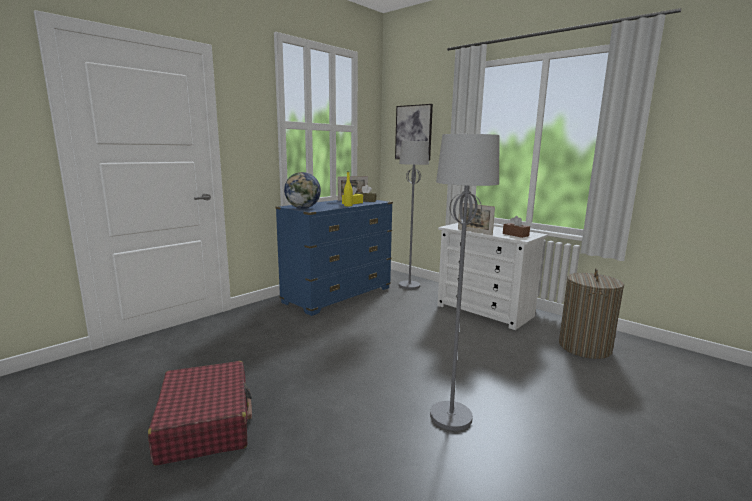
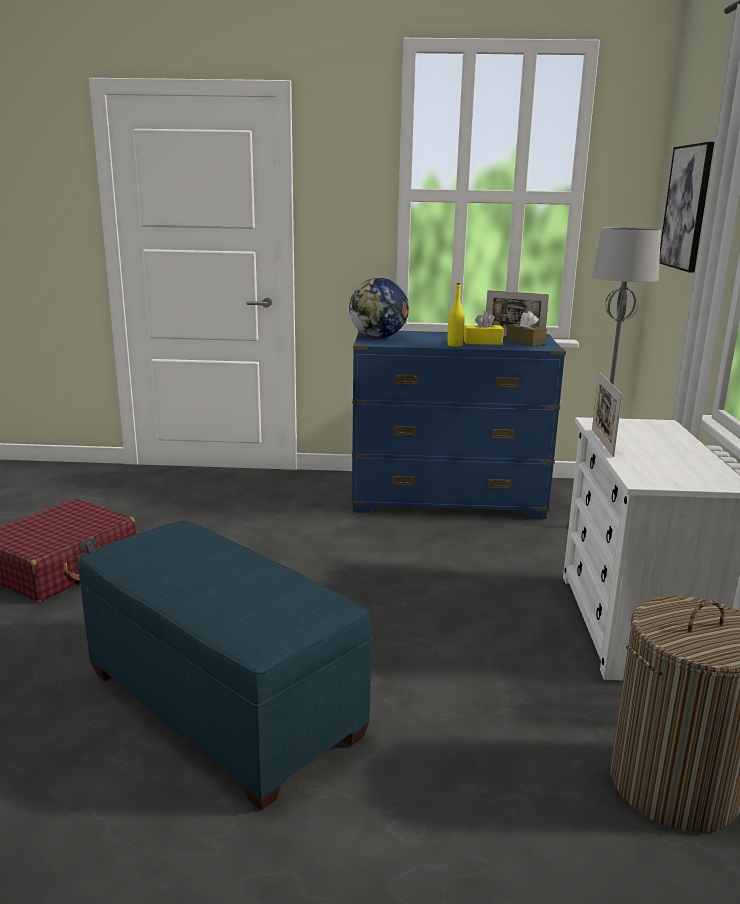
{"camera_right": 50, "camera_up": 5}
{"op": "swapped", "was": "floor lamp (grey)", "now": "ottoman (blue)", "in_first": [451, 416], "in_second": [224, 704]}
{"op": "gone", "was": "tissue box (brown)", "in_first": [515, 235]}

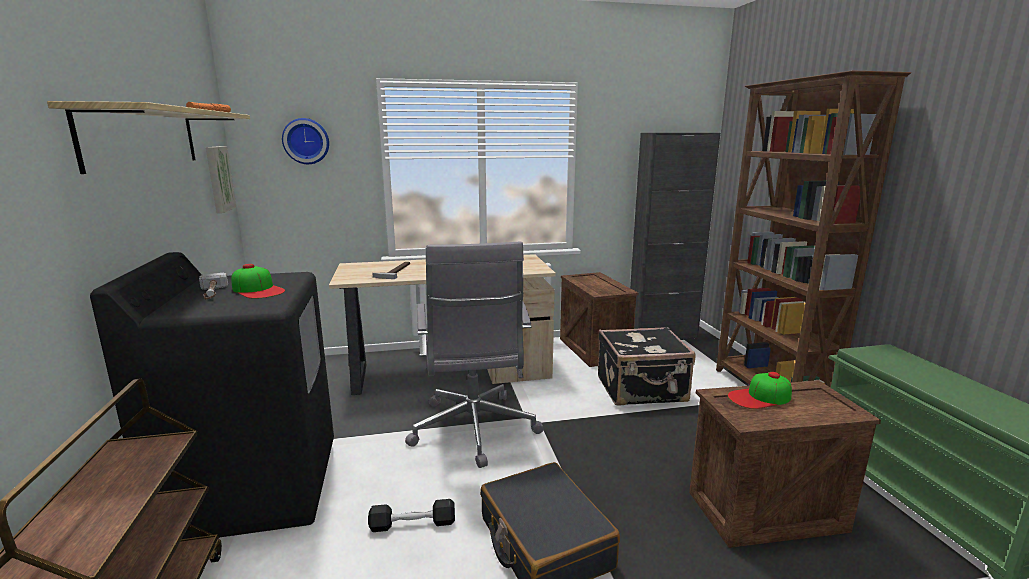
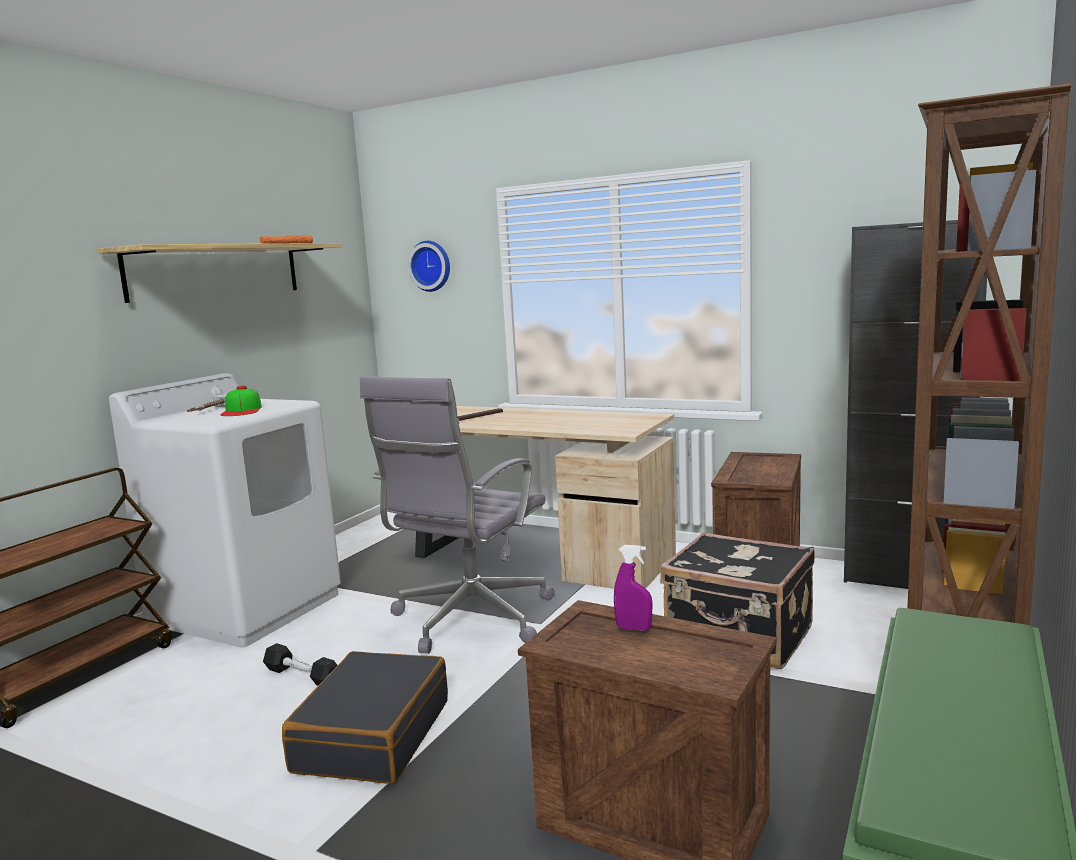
{"camera_right": 40, "camera_up": -5}
{"op": "repainted", "was": "washing machine (black)", "now": "washing machine (white)", "in_first": [255, 487], "in_second": [248, 608]}
{"op": "swapped", "was": "cap", "now": "spray bottle (purple)", "in_first": [760, 397], "in_second": [633, 628]}
{"op": "gone", "was": "picture", "in_first": [218, 179]}

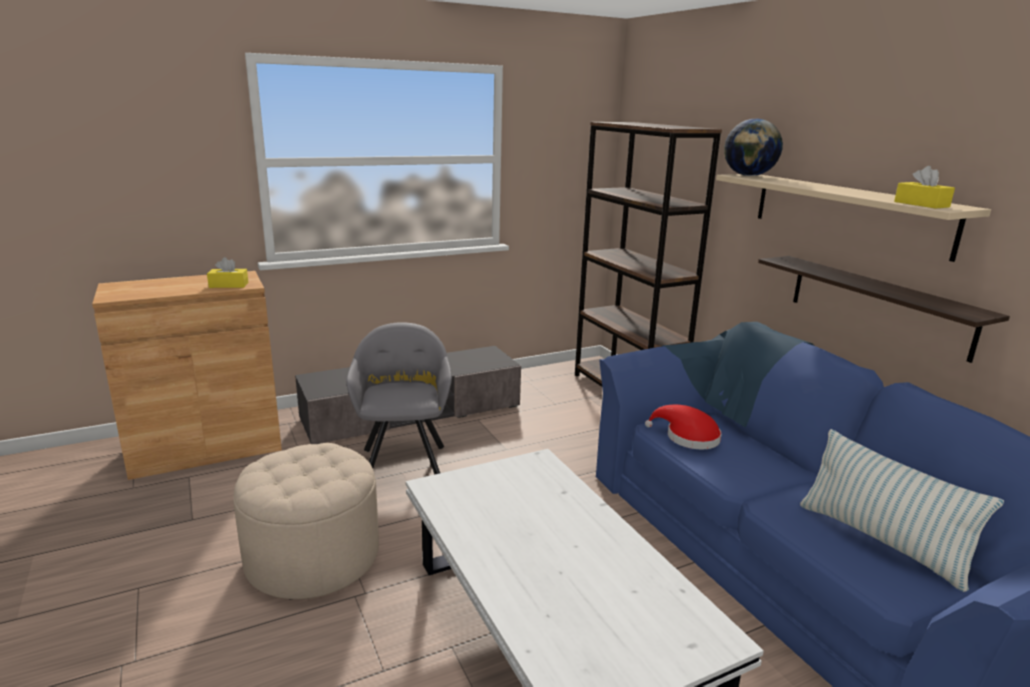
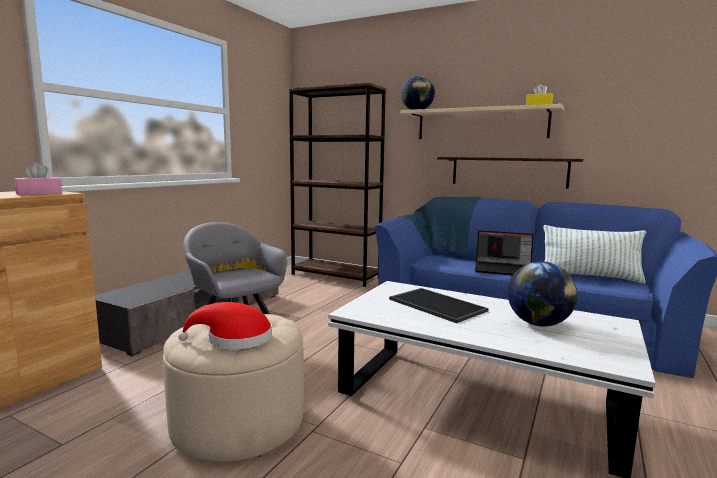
{"camera_right": -35, "camera_up": -10}
{"op": "repainted", "was": "tissue box (yellow)", "now": "tissue box (pink)", "in_first": [228, 285], "in_second": [39, 193]}
{"op": "shifted", "was": "hat (red)", "in_first": [688, 437], "in_second": [234, 339]}
{"op": "new", "now": "tray", "in_second": [435, 305]}
{"op": "new", "now": "laptop", "in_second": [504, 269]}
{"op": "new", "now": "globe", "in_second": [538, 324]}

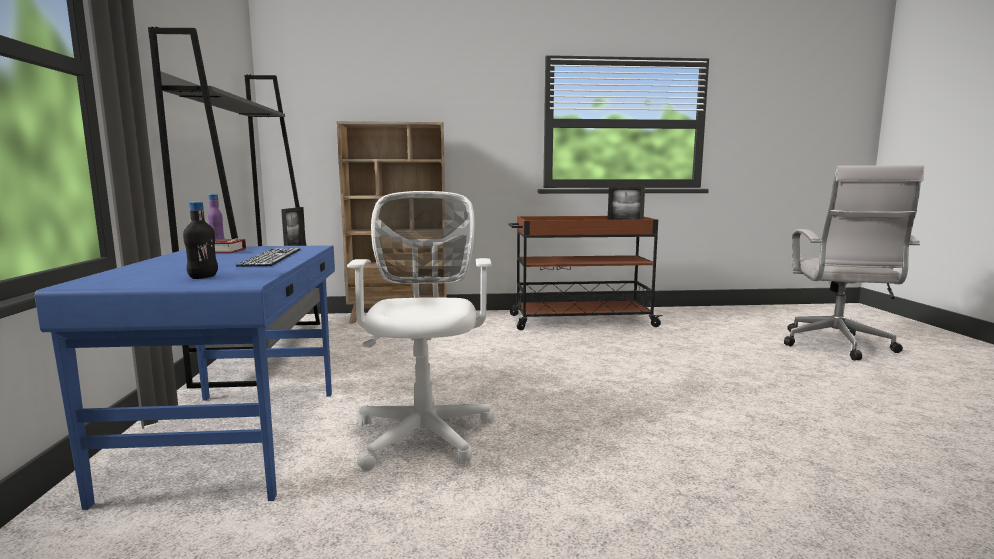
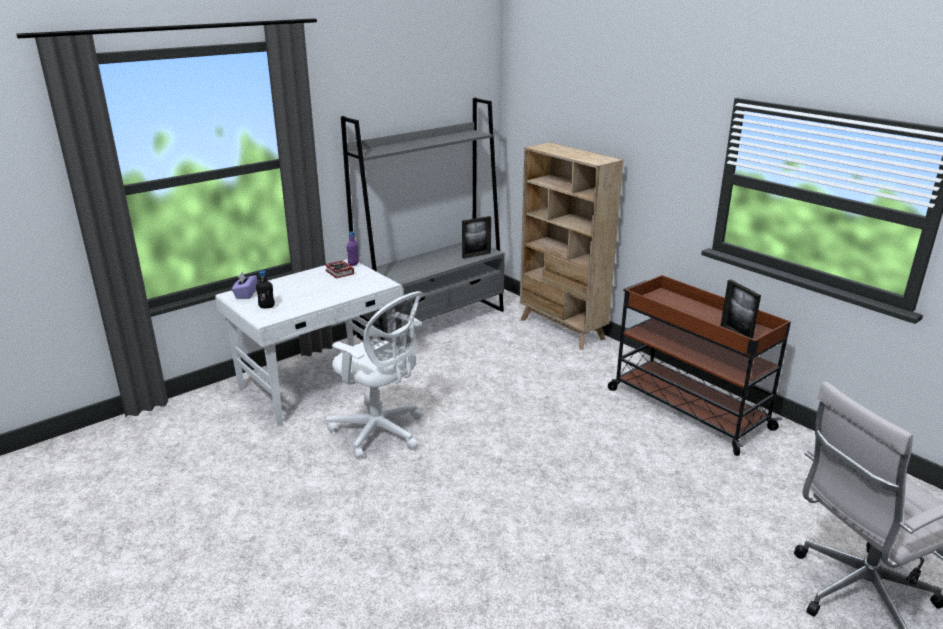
{"camera_right": 55, "camera_up": 15}
{"op": "repainted", "was": "desk (blue)", "now": "desk (white)", "in_first": [236, 438], "in_second": [320, 384]}
{"op": "new", "now": "tissue box (purple)", "in_second": [245, 294]}
{"op": "rotated", "was": "office chair (white)", "in_first": [424, 431], "in_second": [380, 432], "clockwise": 75}
{"op": "gone", "was": "keyboard", "in_first": [271, 257]}

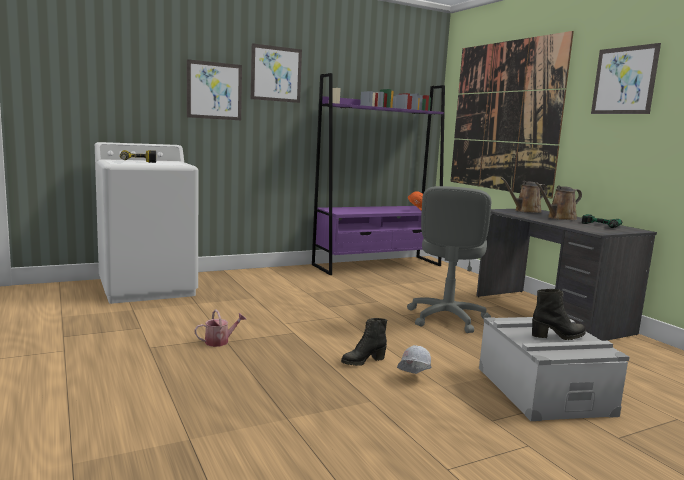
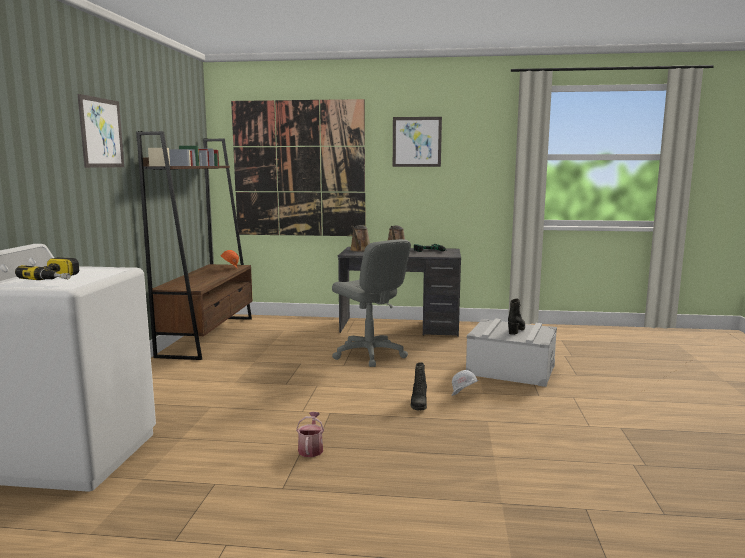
{"camera_right": -55, "camera_up": 0}
{"op": "repainted", "was": "bookcase (purple)", "now": "bookcase (brown)", "in_first": [378, 265], "in_second": [208, 336]}
{"op": "gone", "was": "picture", "in_first": [214, 90]}

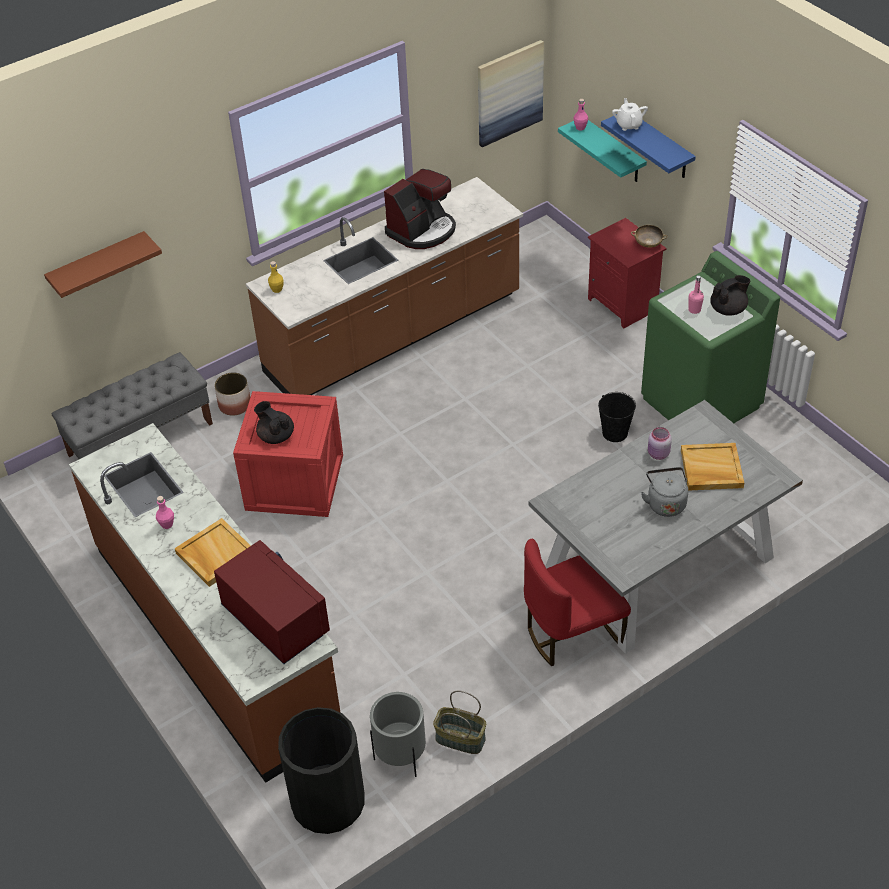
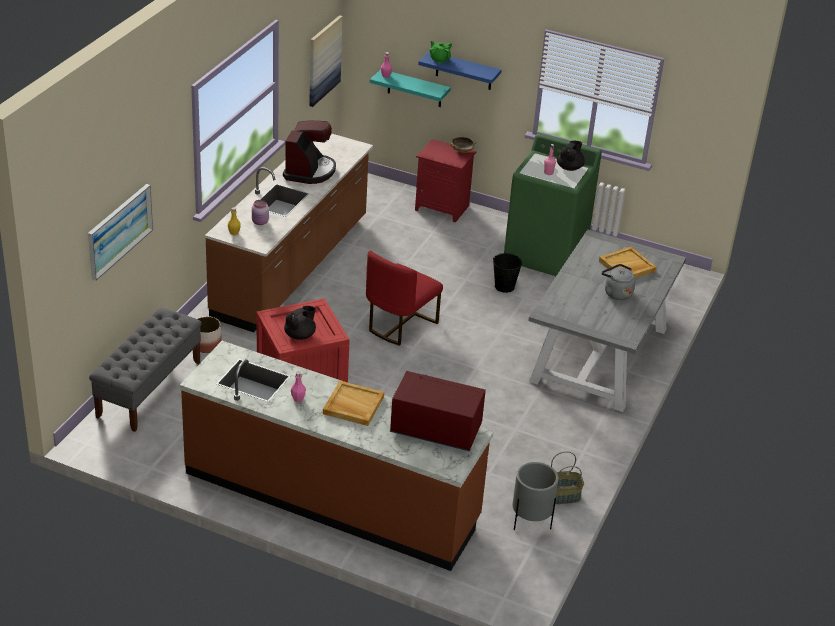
{"camera_right": -35, "camera_up": -10}
{"op": "swapped", "was": "shelf (brown)", "now": "picture", "in_first": [98, 265], "in_second": [119, 230]}
{"op": "shifted", "was": "jar (pink)", "in_first": [658, 454], "in_second": [260, 222]}
{"op": "rotated", "was": "teapot (black)", "in_first": [276, 436], "in_second": [300, 335], "clockwise": 120}
{"op": "shifted", "was": "chair (red)", "in_first": [572, 633], "in_second": [399, 325]}
{"op": "repainted", "was": "teapot (white)", "now": "teapot (green)", "in_first": [629, 125], "in_second": [439, 59]}
{"op": "gone", "was": "trash can (black)", "in_first": [328, 802]}

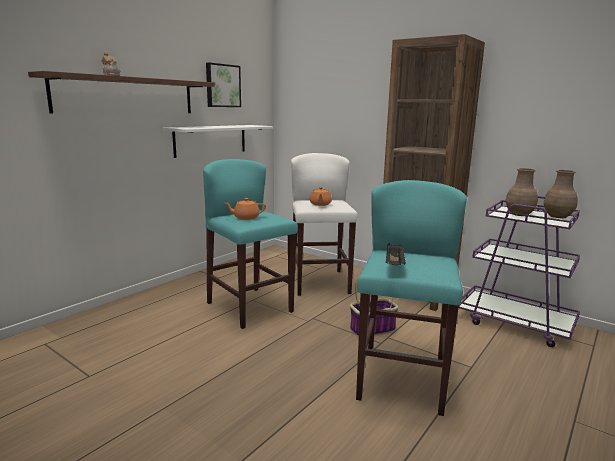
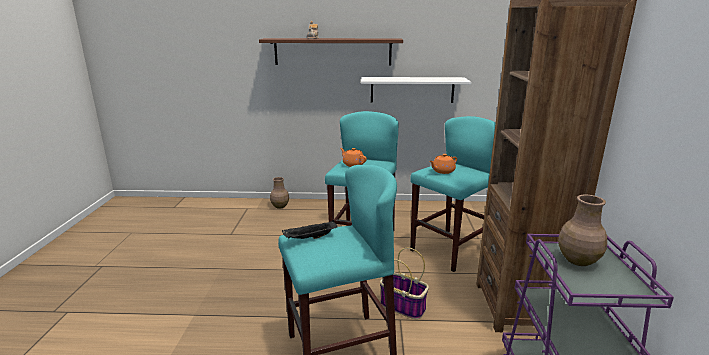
{"camera_right": 55, "camera_up": 5}
{"op": "shifted", "was": "vase (brown)", "in_first": [557, 216], "in_second": [279, 206]}
{"op": "repainted", "was": "stool (white)", "now": "stool (turquoise)", "in_first": [319, 282], "in_second": [450, 249]}
{"op": "gone", "was": "picture", "in_first": [222, 86]}

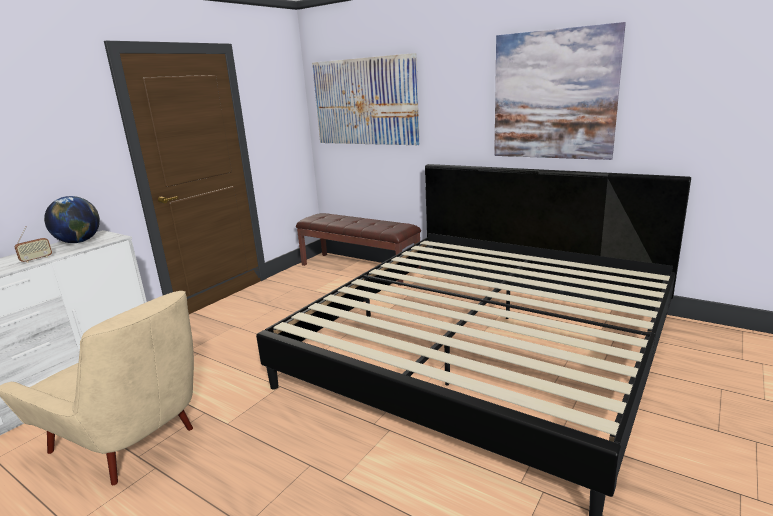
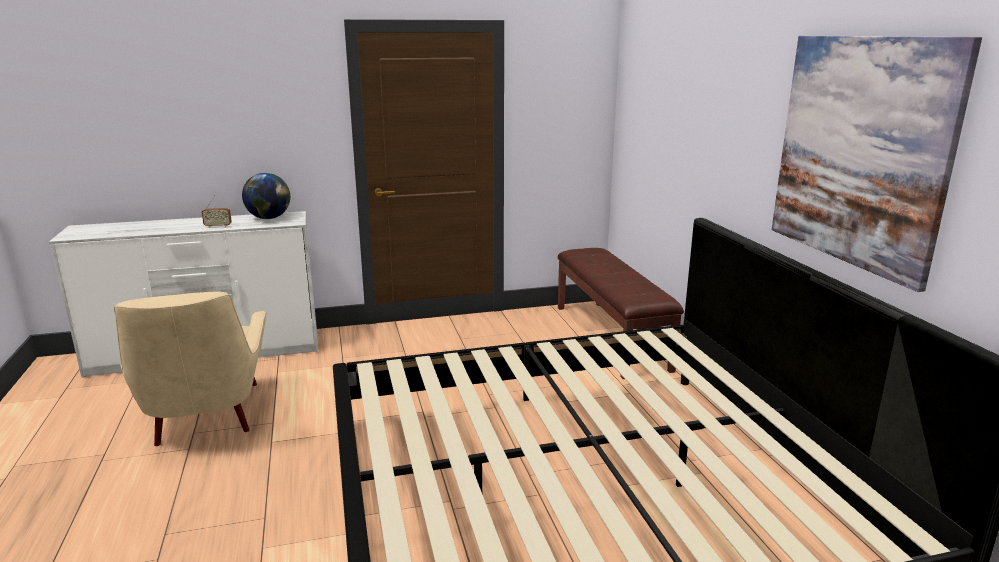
{"camera_right": 40, "camera_up": 0}
{"op": "gone", "was": "picture", "in_first": [365, 102]}

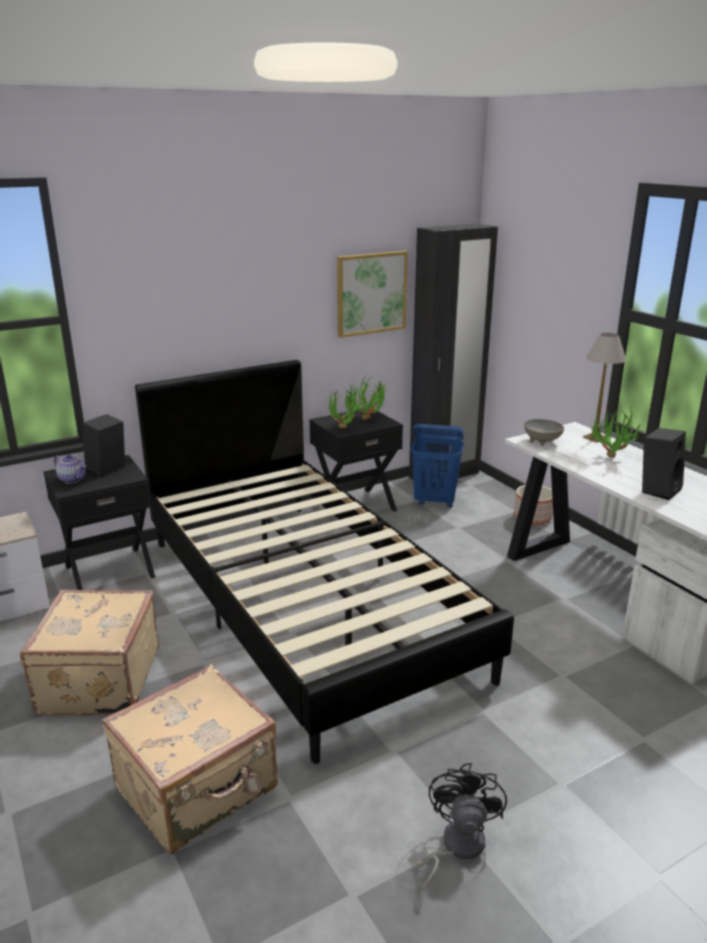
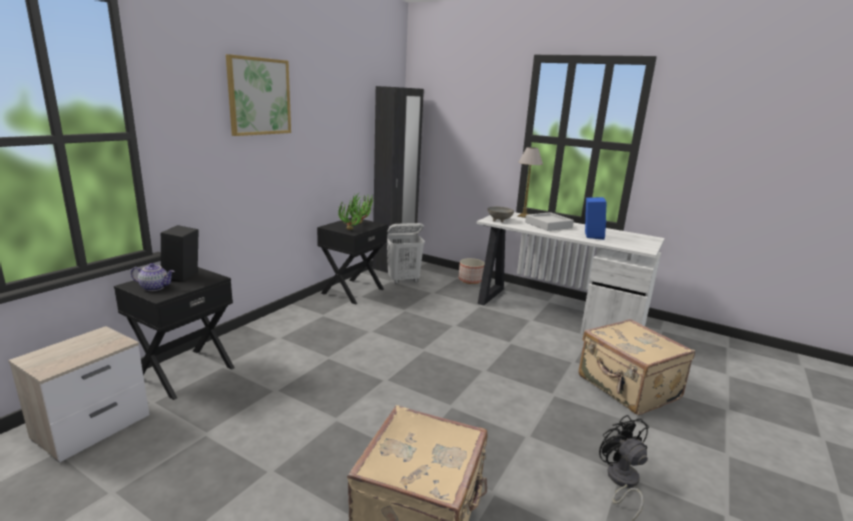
{"camera_right": -30, "camera_up": -5}
{"op": "shifted", "was": "picture", "in_first": [371, 293], "in_second": [259, 96]}
{"op": "repainted", "was": "laundry basket (blue)", "now": "laundry basket (white)", "in_first": [435, 501], "in_second": [403, 280]}
{"op": "swapped", "was": "potted plant", "now": "tray (grey)", "in_first": [611, 460], "in_second": [548, 225]}
{"op": "shifted", "was": "suitcase (beige)", "in_first": [97, 681], "in_second": [627, 388]}
{"op": "repainted", "was": "speaker (black)", "now": "speaker (blue)", "in_first": [658, 489], "in_second": [591, 235]}
{"op": "gone", "was": "bed (black)", "in_first": [304, 603]}

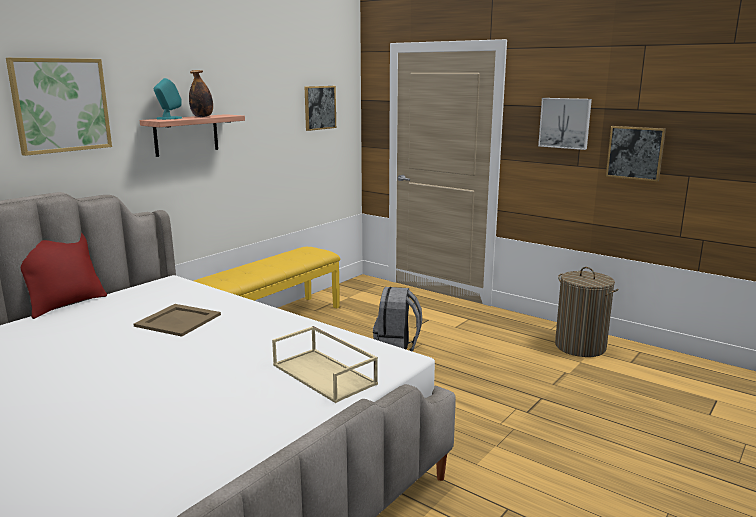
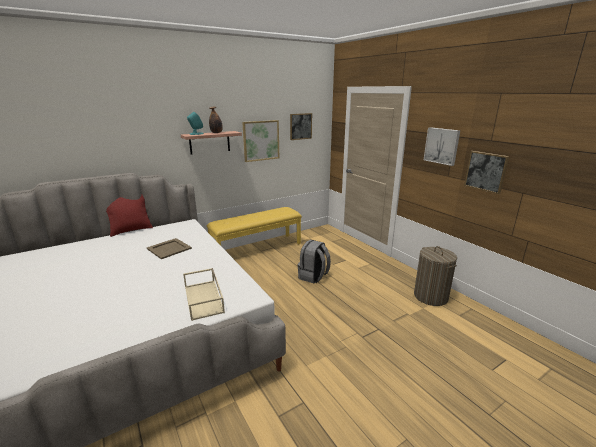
{"camera_right": 20, "camera_up": 5}
{"op": "shifted", "was": "picture", "in_first": [61, 105], "in_second": [261, 140]}

